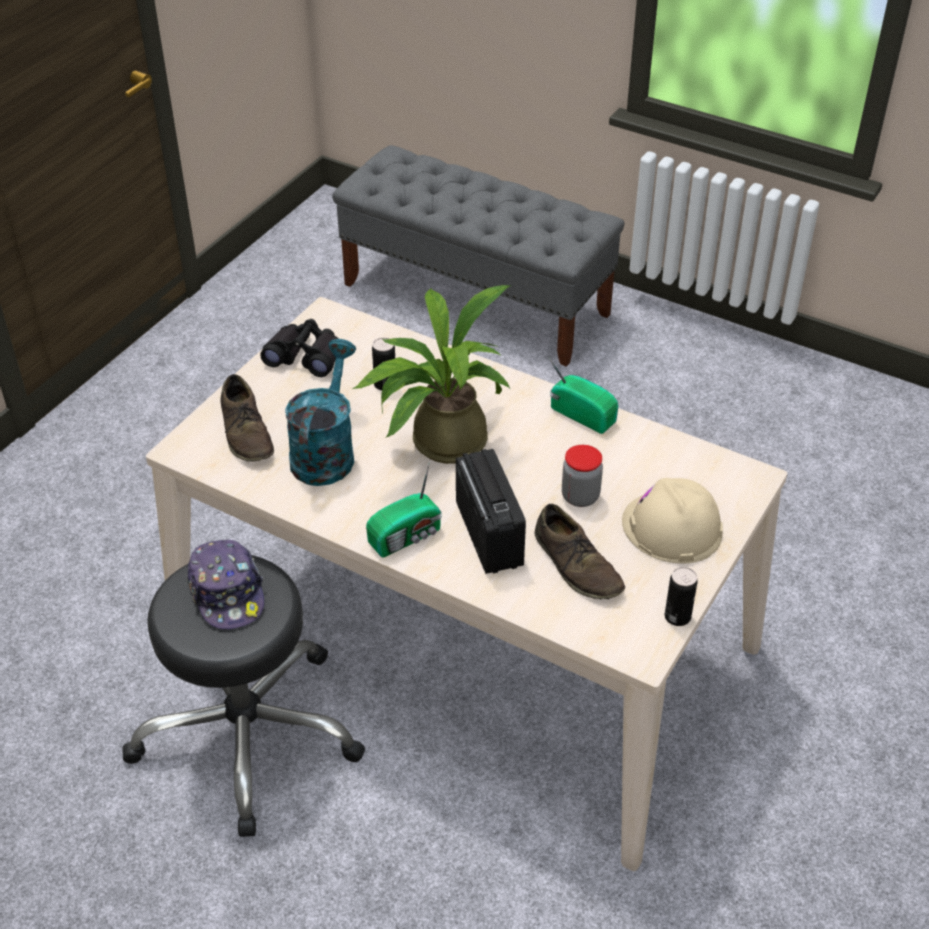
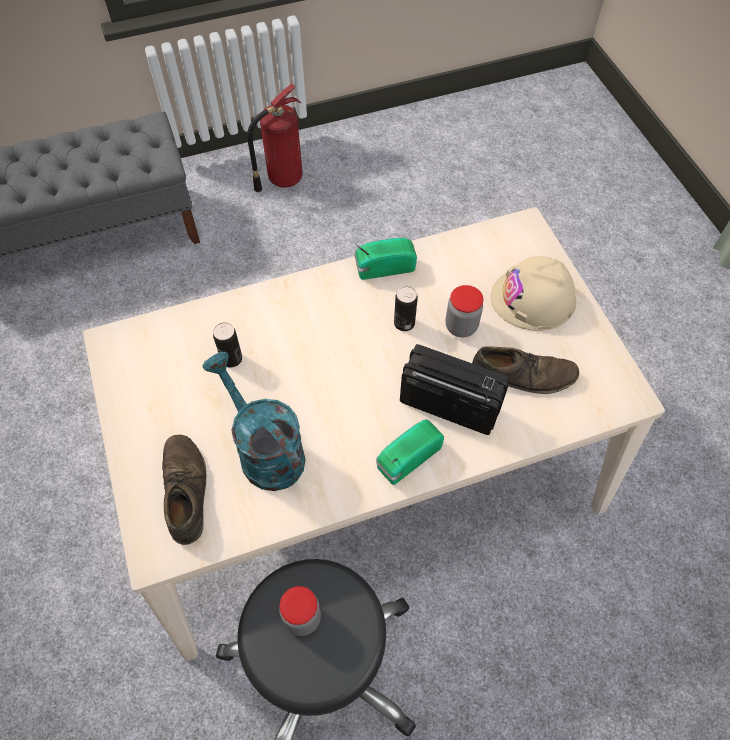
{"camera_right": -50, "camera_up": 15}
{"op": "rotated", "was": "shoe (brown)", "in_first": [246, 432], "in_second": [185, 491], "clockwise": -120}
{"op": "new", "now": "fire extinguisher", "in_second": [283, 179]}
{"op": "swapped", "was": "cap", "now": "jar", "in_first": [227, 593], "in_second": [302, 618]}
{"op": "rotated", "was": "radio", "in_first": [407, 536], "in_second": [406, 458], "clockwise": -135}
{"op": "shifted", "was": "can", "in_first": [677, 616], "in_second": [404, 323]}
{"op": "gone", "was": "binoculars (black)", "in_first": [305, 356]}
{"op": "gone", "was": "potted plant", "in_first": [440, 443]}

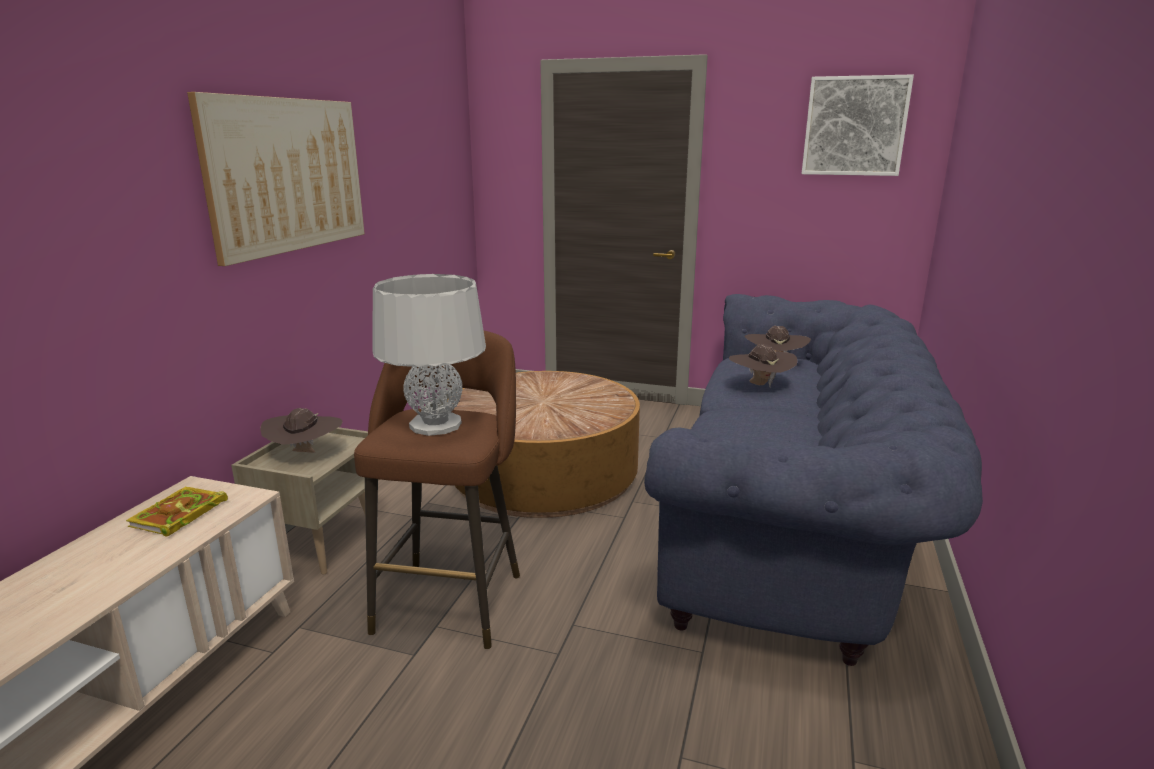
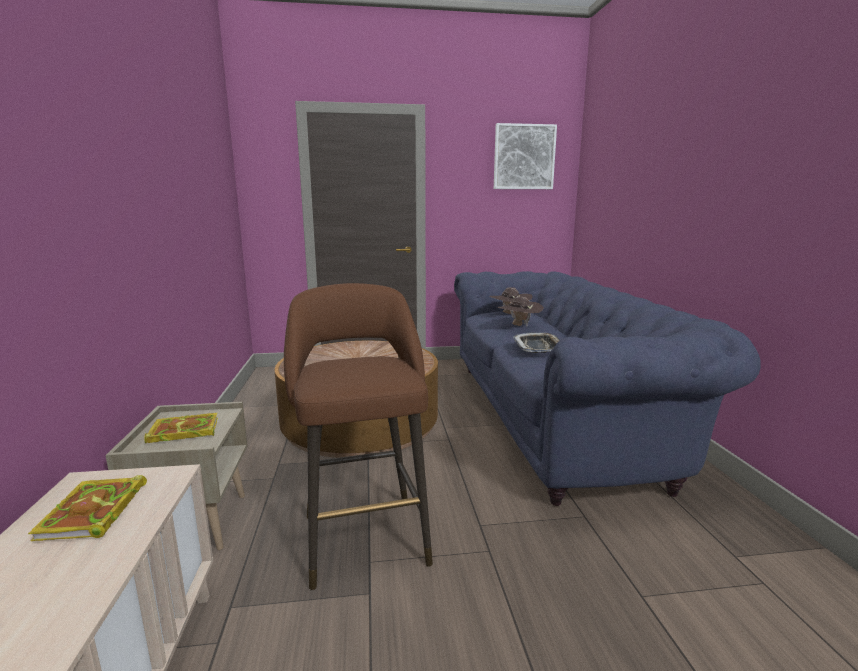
{"camera_right": -25, "camera_up": -5}
{"op": "swapped", "was": "hat (brown)", "now": "book", "in_first": [306, 454], "in_second": [182, 432]}
{"op": "new", "now": "tray", "in_second": [538, 347]}
{"op": "gone", "was": "picture", "in_first": [288, 175]}
{"op": "gone", "was": "table lamp (grey)", "in_first": [435, 425]}

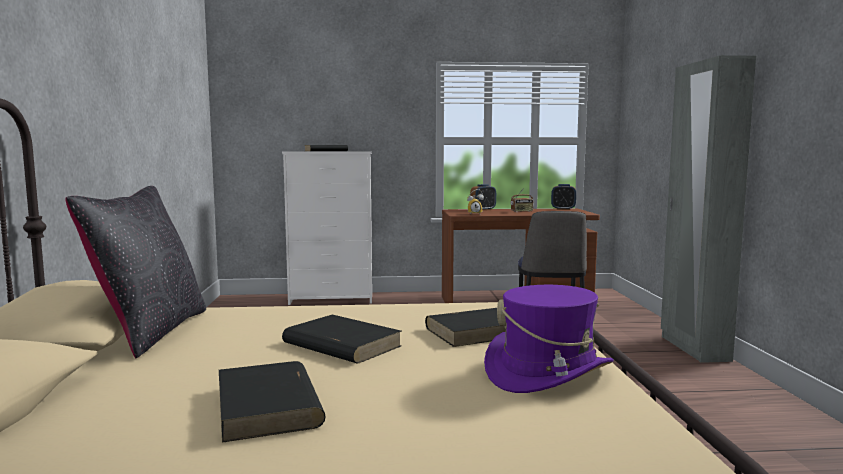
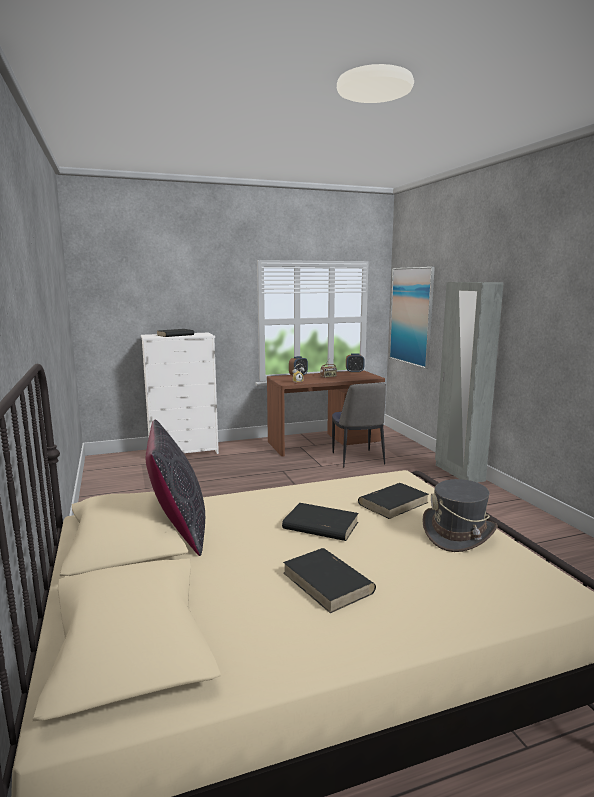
{"camera_right": -15, "camera_up": 5}
{"op": "new", "now": "picture", "in_second": [411, 316]}
{"op": "repainted", "was": "hat (purple)", "now": "hat (grey)", "in_first": [548, 373], "in_second": [458, 534]}

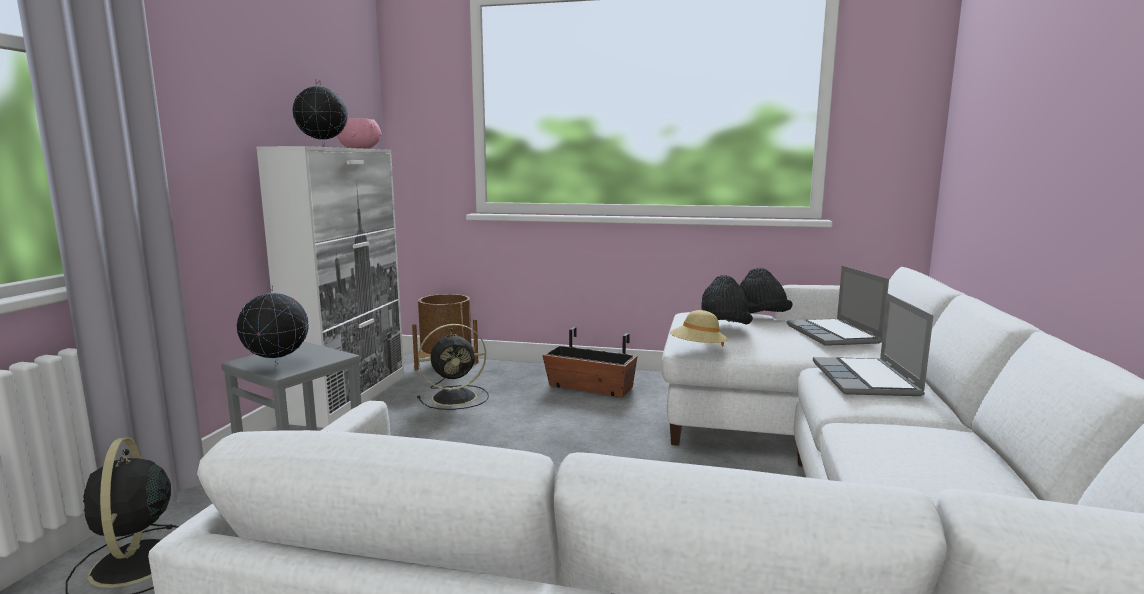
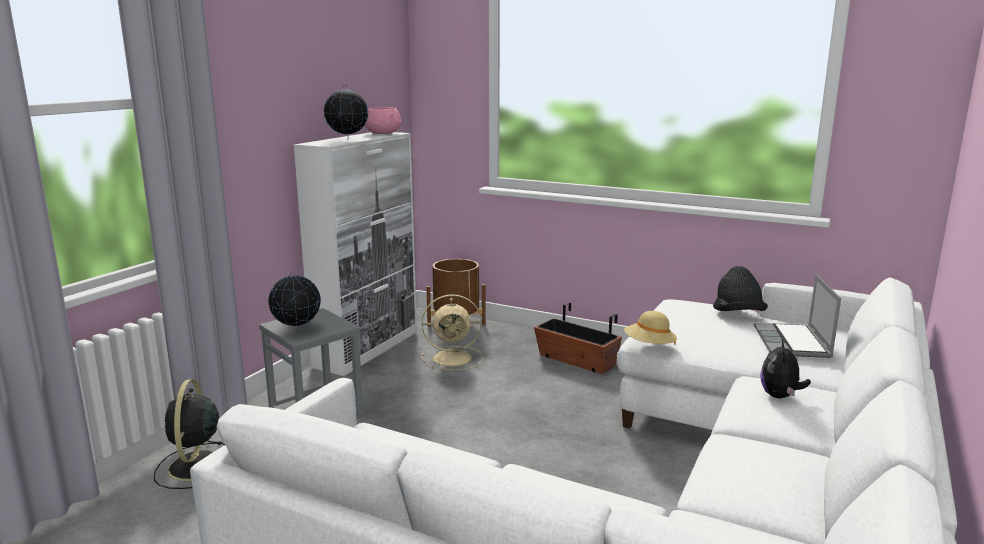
{"camera_right": 15, "camera_up": 5}
{"op": "repainted", "was": "fan (black)", "now": "fan (beige)", "in_first": [456, 397], "in_second": [454, 358]}
{"op": "swapped", "was": "laptop", "now": "plush toy", "in_first": [866, 379], "in_second": [780, 396]}
{"op": "gone", "was": "hat (black)", "in_first": [723, 329]}

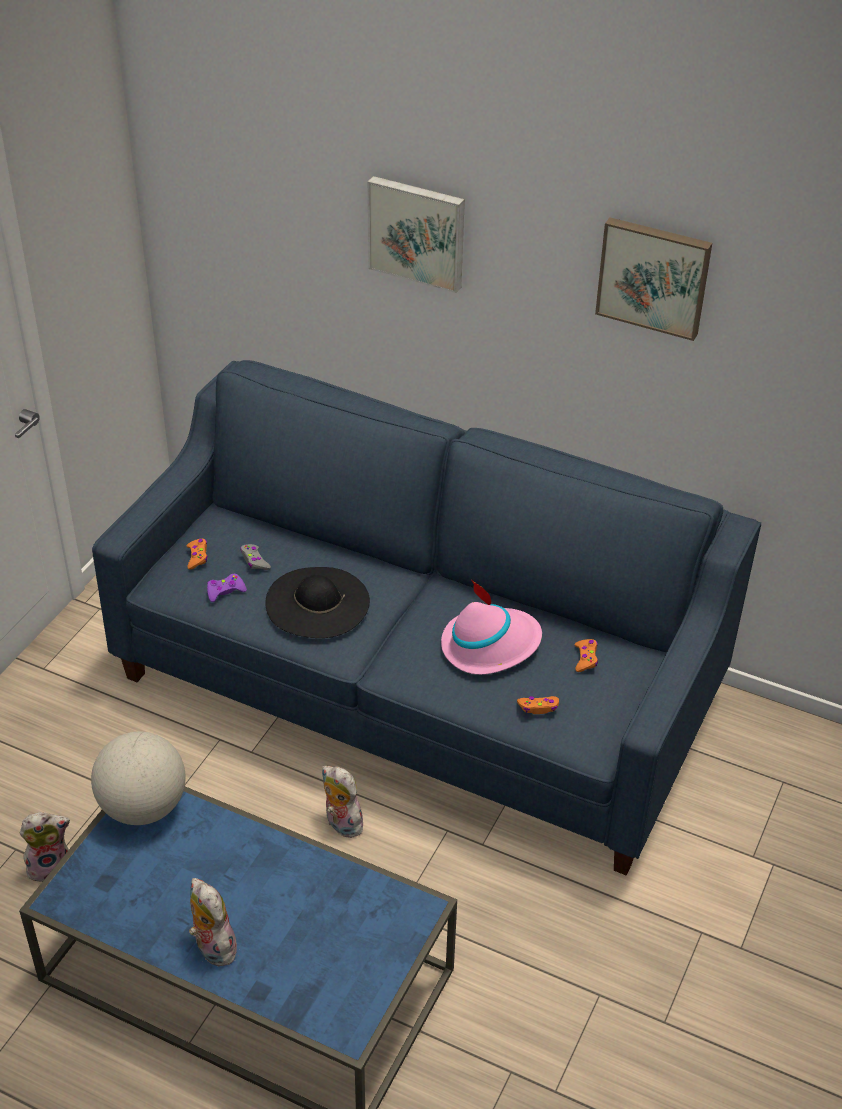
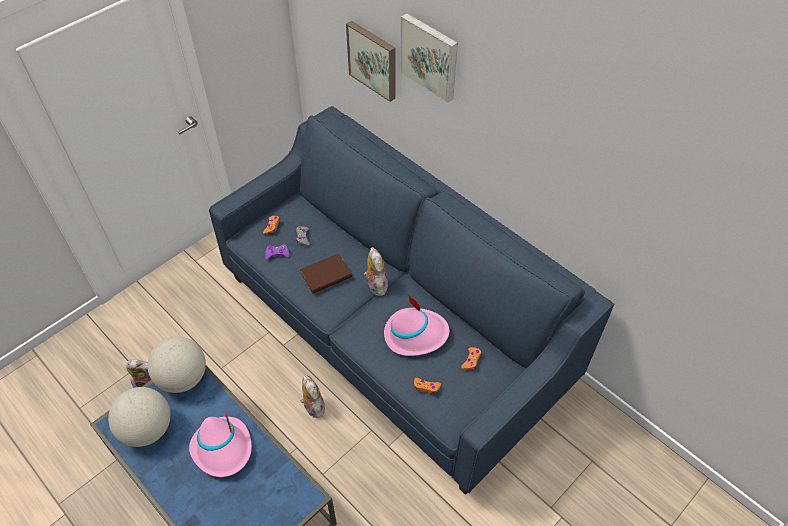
{"camera_right": 20, "camera_up": 10}
{"op": "new", "now": "globe", "in_second": [147, 429]}
{"op": "new", "now": "hat (pink)", "in_second": [223, 448]}
{"op": "swapped", "was": "hat (black)", "now": "book (brown)", "in_first": [317, 602], "in_second": [326, 275]}
{"op": "shifted", "was": "picture", "in_first": [654, 276], "in_second": [373, 60]}
{"op": "shifted", "was": "plush toy", "in_first": [212, 947], "in_second": [375, 285]}

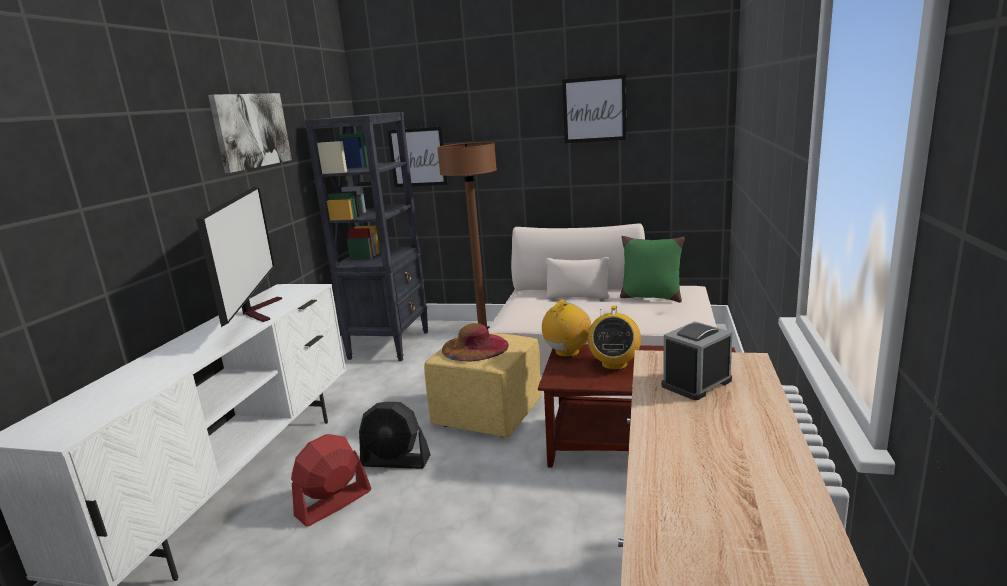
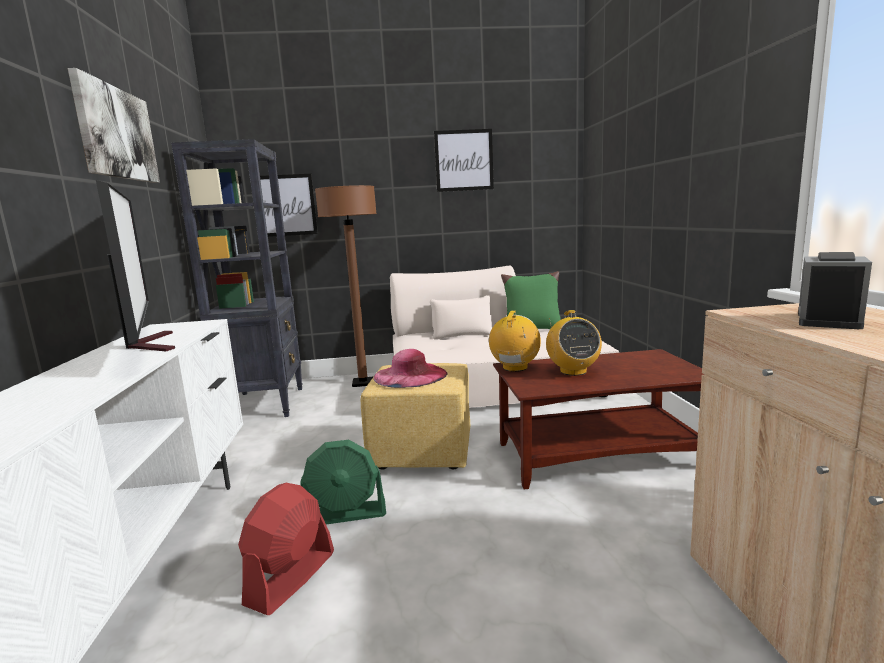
{"camera_right": -20, "camera_up": -5}
{"op": "repainted", "was": "fan (black)", "now": "fan (green)", "in_first": [396, 461], "in_second": [345, 514]}
{"op": "repainted", "was": "hat (brown)", "now": "hat (pink)", "in_first": [475, 347], "in_second": [410, 375]}

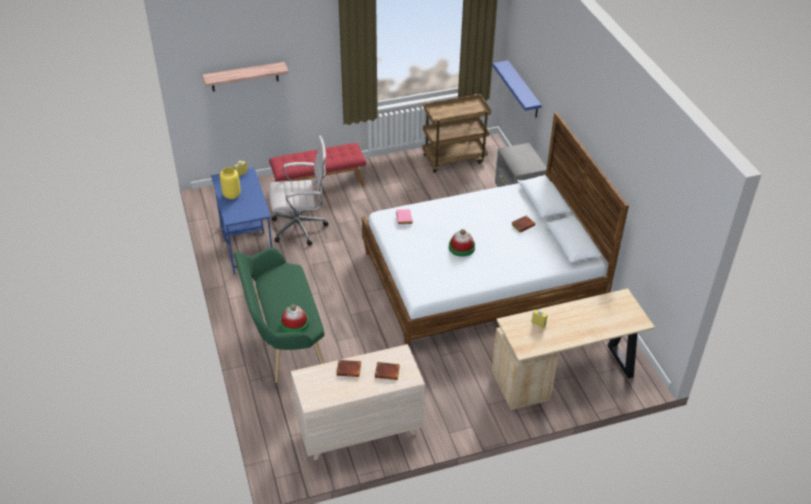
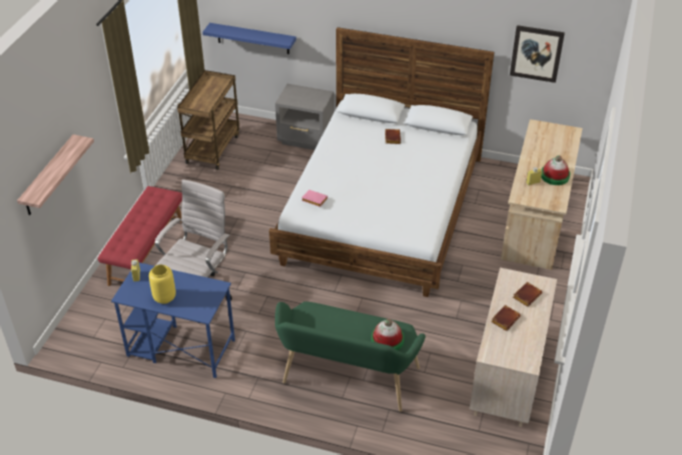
{"camera_right": -55, "camera_up": 0}
{"op": "new", "now": "picture", "in_second": [536, 53]}
{"op": "shifted", "was": "hat", "in_first": [461, 247], "in_second": [555, 176]}

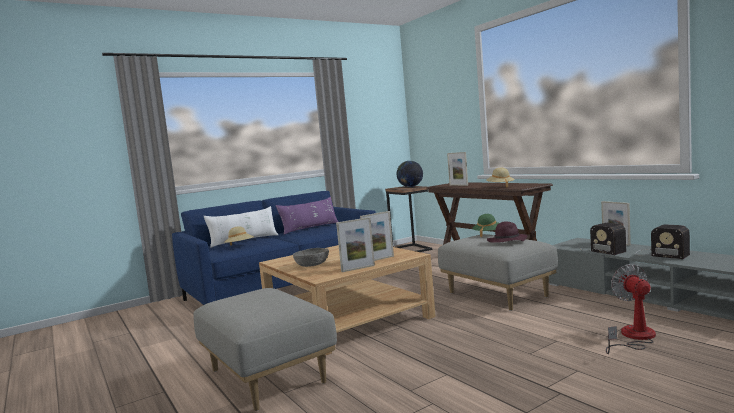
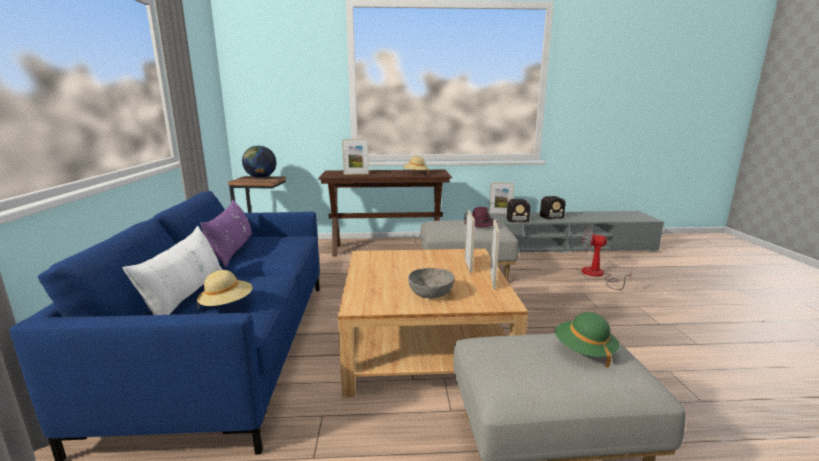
{"camera_right": -60, "camera_up": 10}
{"op": "shifted", "was": "hat (green)", "in_first": [487, 234], "in_second": [584, 351]}

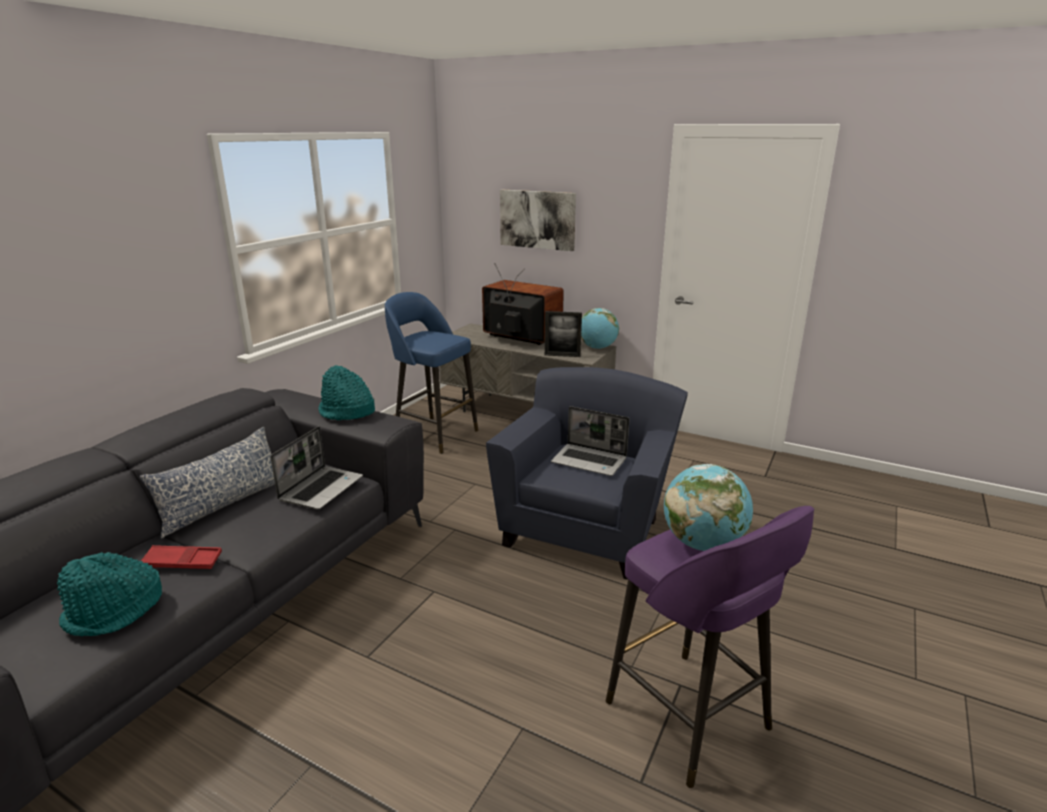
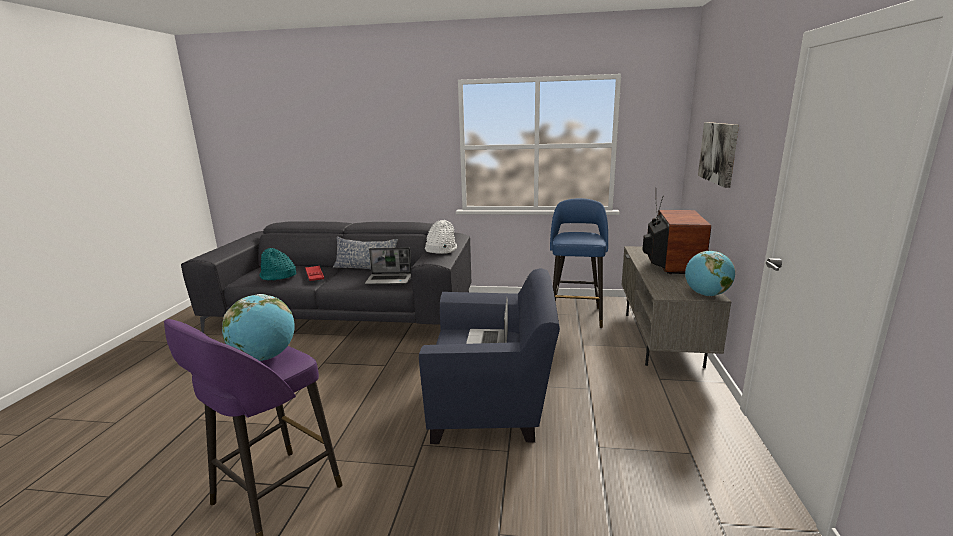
{"camera_right": 70, "camera_up": -5}
{"op": "repainted", "was": "hat (turquoise)", "now": "hat (white)", "in_first": [346, 412], "in_second": [440, 250]}
{"op": "gone", "was": "picture frame", "in_first": [562, 355]}

